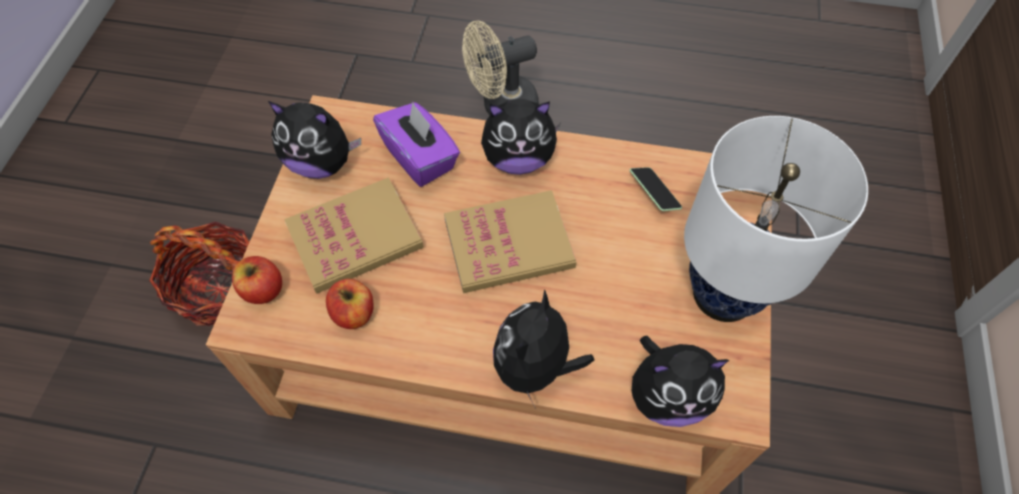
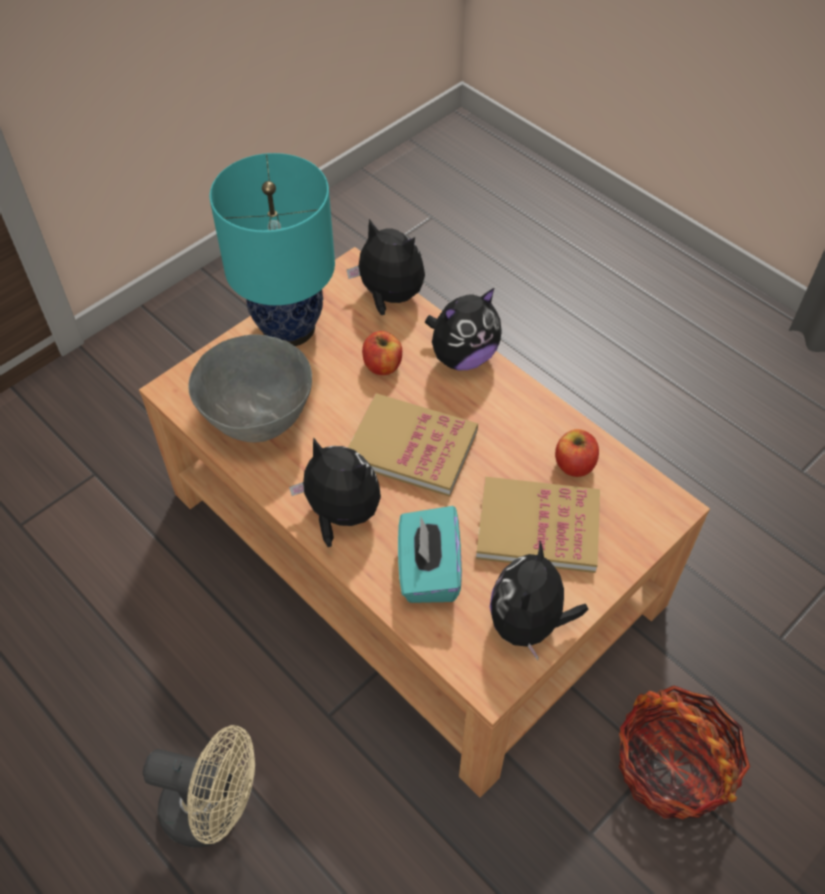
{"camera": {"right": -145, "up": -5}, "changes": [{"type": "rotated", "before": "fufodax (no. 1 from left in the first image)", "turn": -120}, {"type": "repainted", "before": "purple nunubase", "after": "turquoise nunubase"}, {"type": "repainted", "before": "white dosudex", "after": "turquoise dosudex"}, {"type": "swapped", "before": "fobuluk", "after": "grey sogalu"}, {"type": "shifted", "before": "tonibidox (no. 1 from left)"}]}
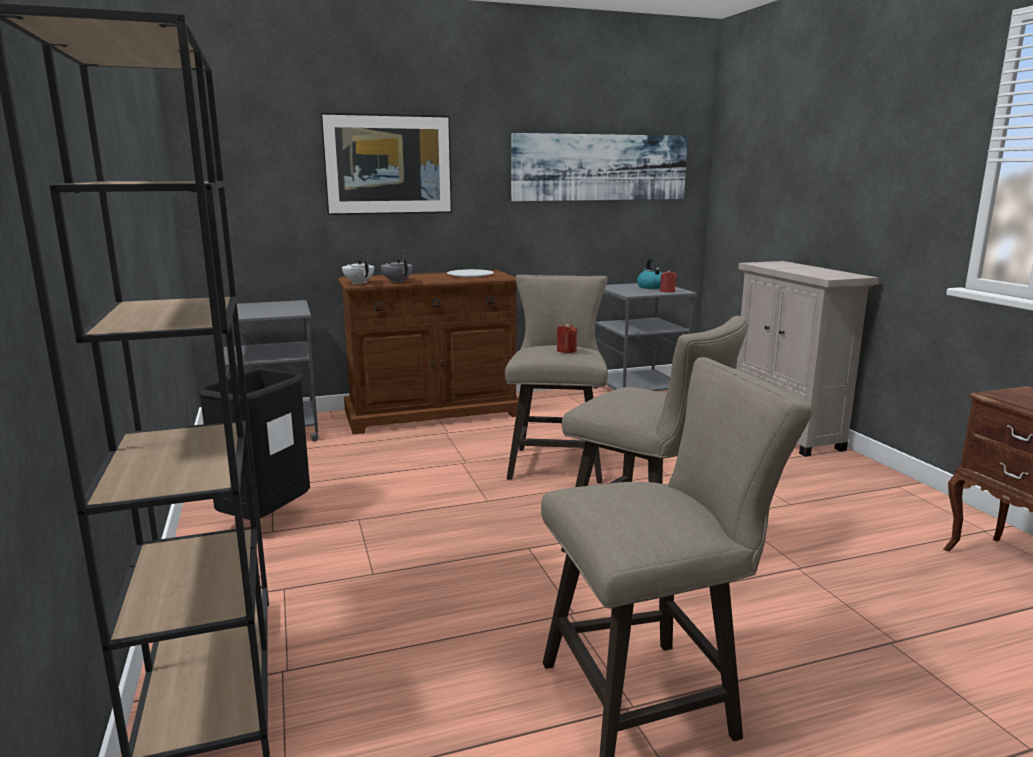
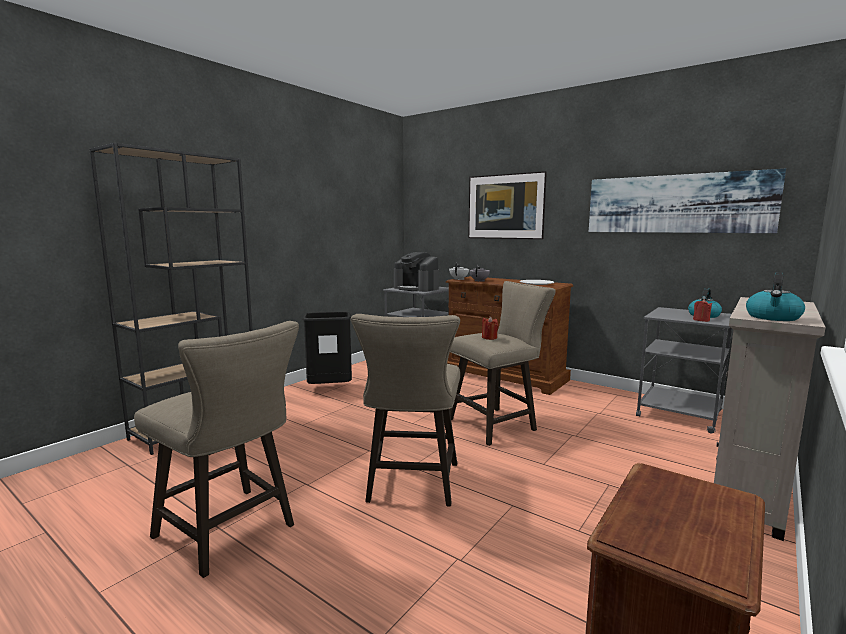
{"camera": {"right": 55, "up": -5}, "changes": [{"type": "new", "after": "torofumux"}, {"type": "new", "after": "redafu (no. 2 from left)"}]}
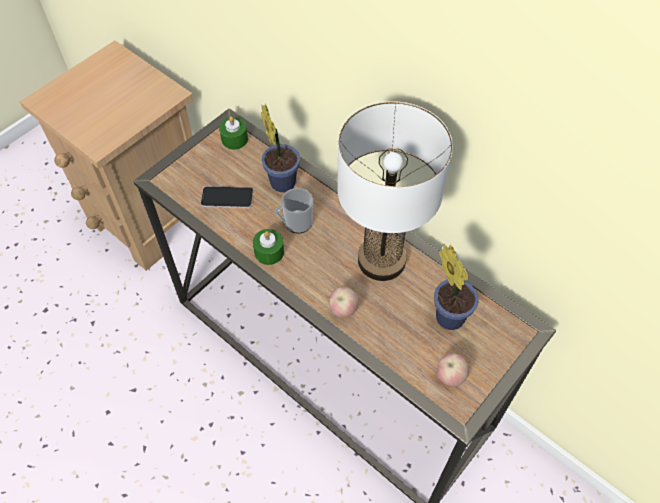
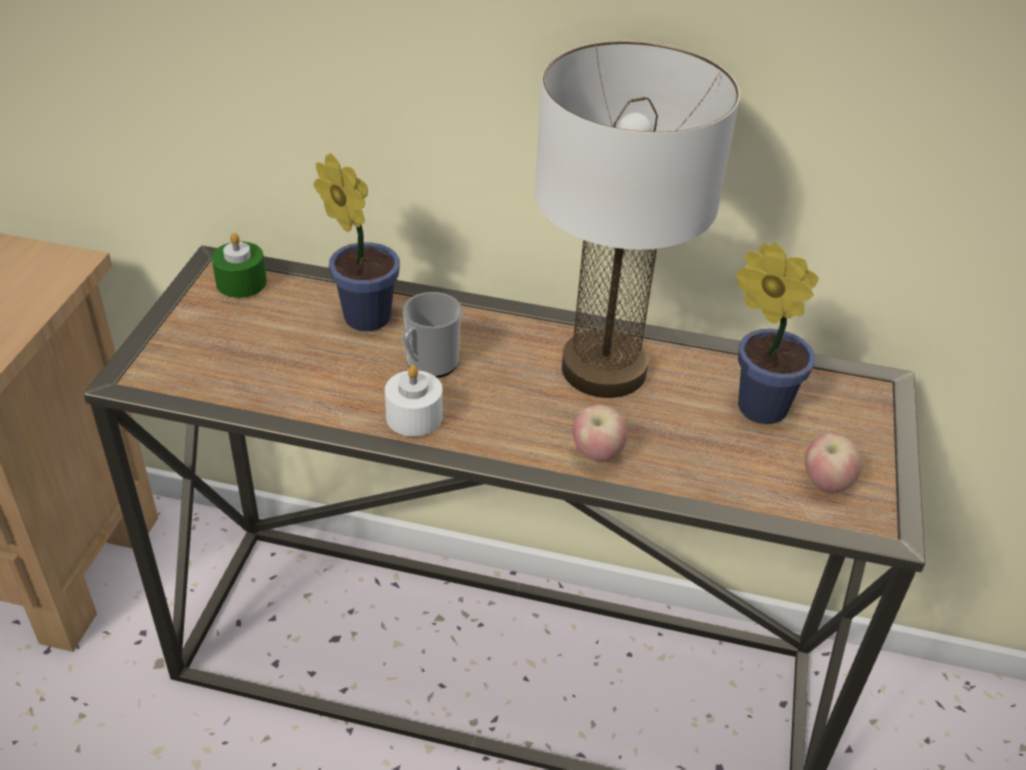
{"camera": {"right": -30, "up": -15}, "changes": [{"type": "gone", "before": "fobuluk"}, {"type": "repainted", "before": "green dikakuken (no. 2 from left)", "after": "white dikakuken"}]}
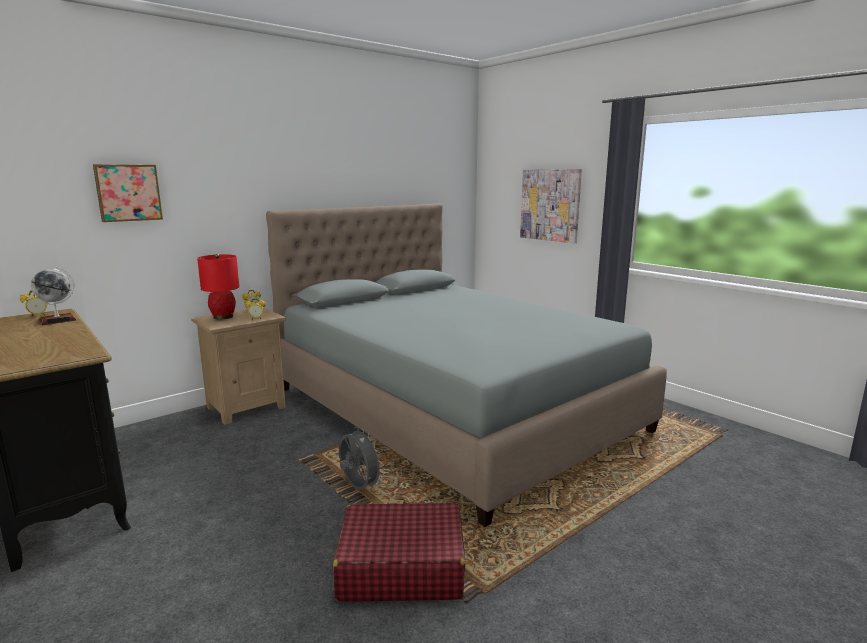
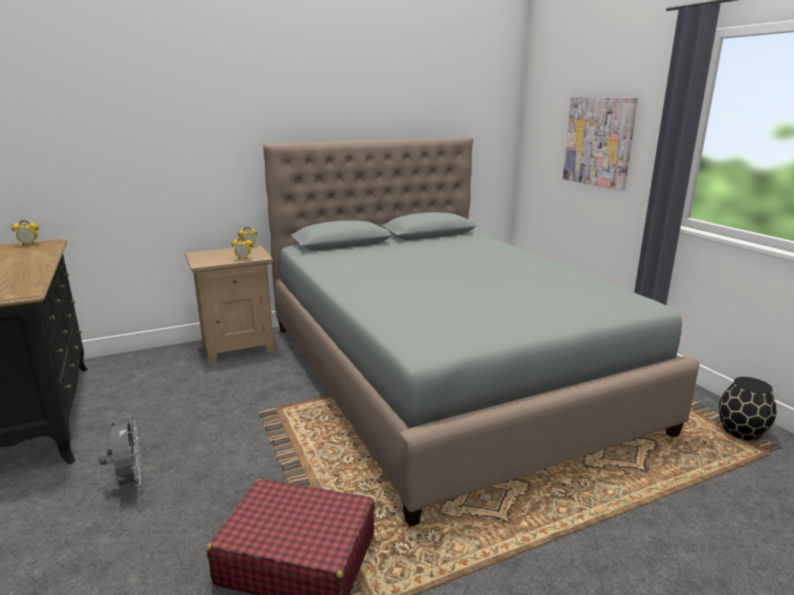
{"camera": {"right": 15, "up": 5}, "changes": [{"type": "gone", "before": "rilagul (no. 1 from left)"}, {"type": "gone", "before": "red dosudex"}, {"type": "gone", "before": "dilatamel"}, {"type": "shifted", "before": "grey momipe"}, {"type": "new", "after": "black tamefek"}]}
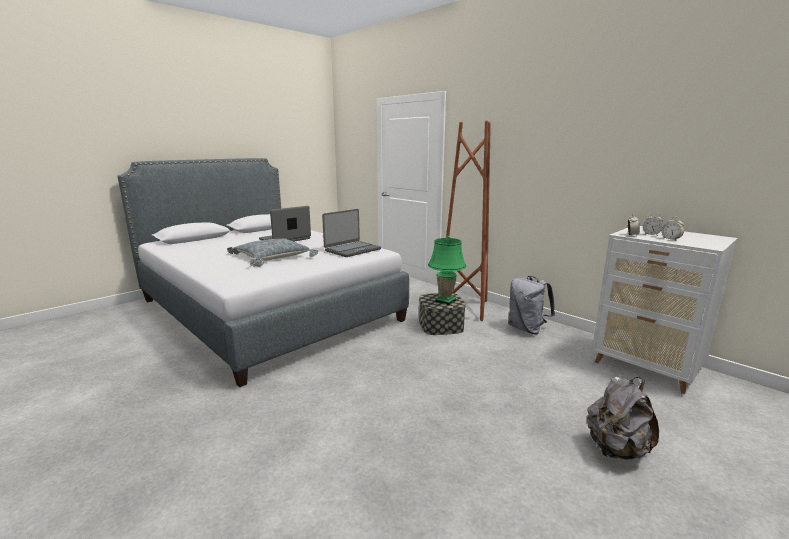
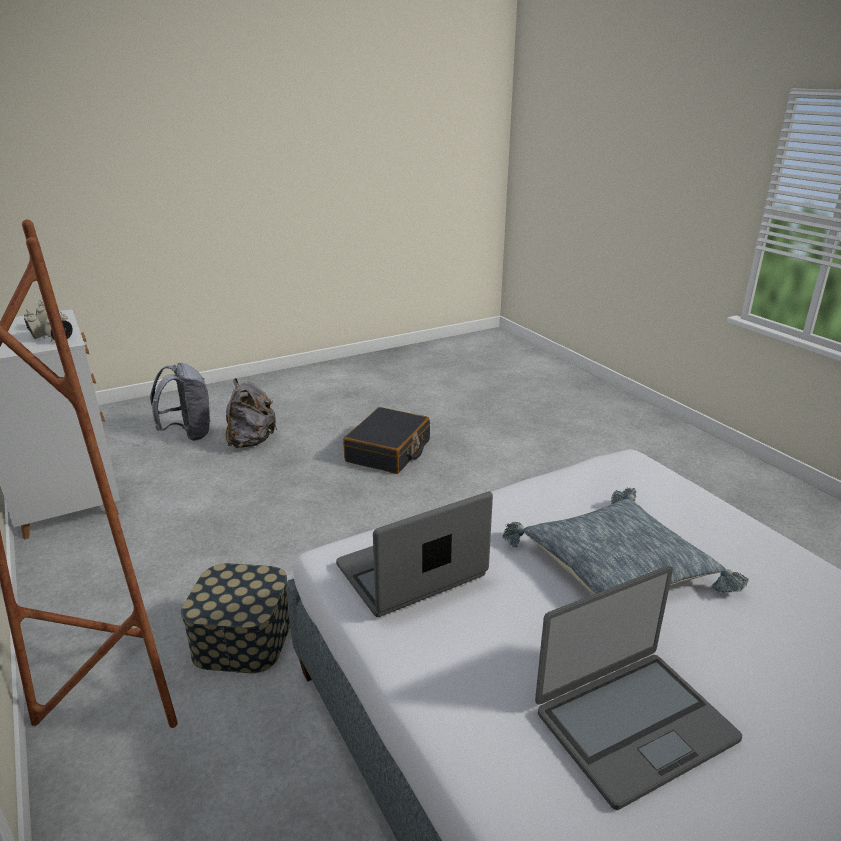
{"camera": {"right": -165, "up": 10}, "changes": [{"type": "gone", "before": "green dosudex"}, {"type": "shifted", "before": "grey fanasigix (no. 1 from left)"}, {"type": "new", "after": "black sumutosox"}]}
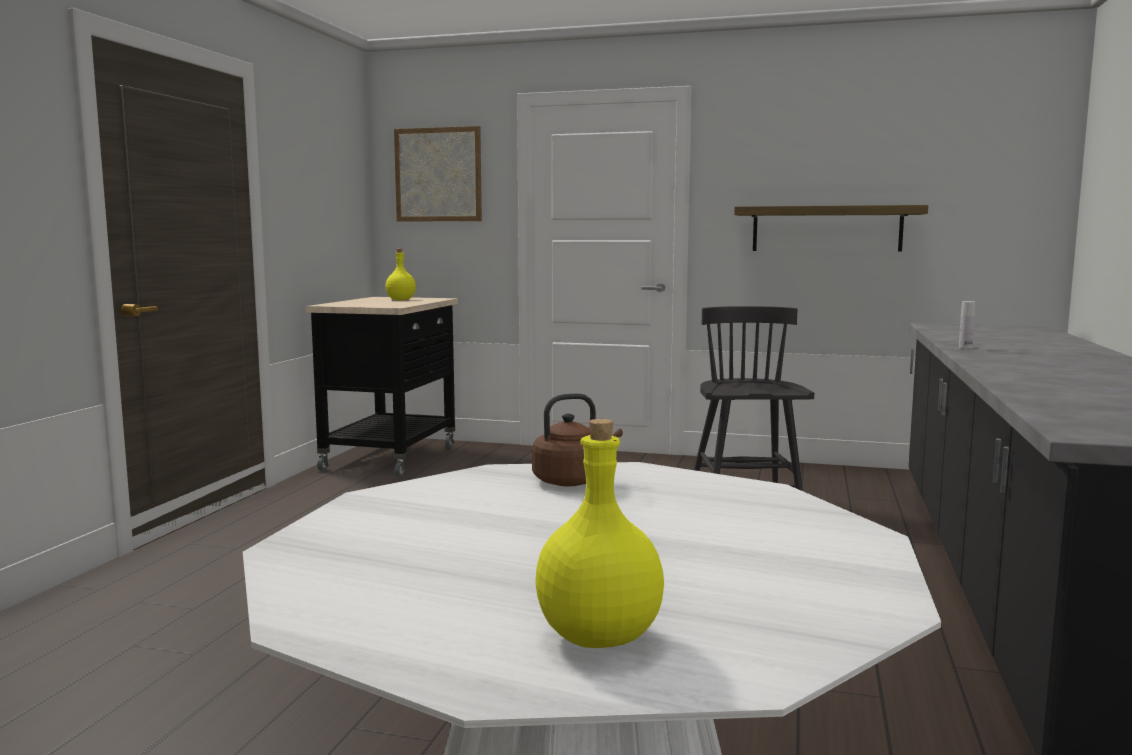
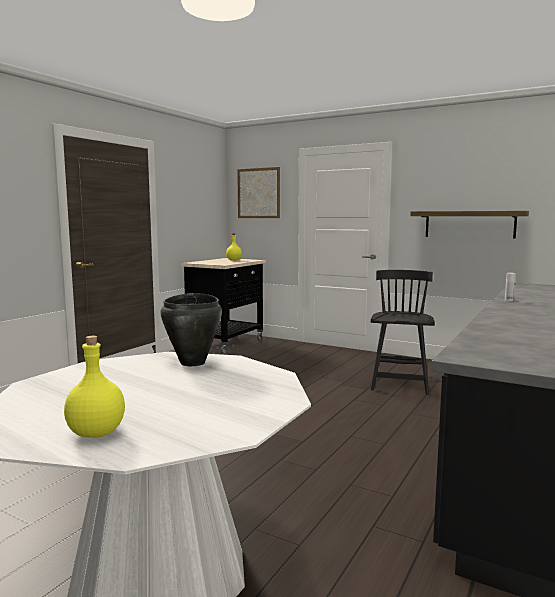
{"camera": {"right": 15, "up": 0}, "changes": [{"type": "swapped", "before": "brown redafu", "after": "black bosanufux"}]}
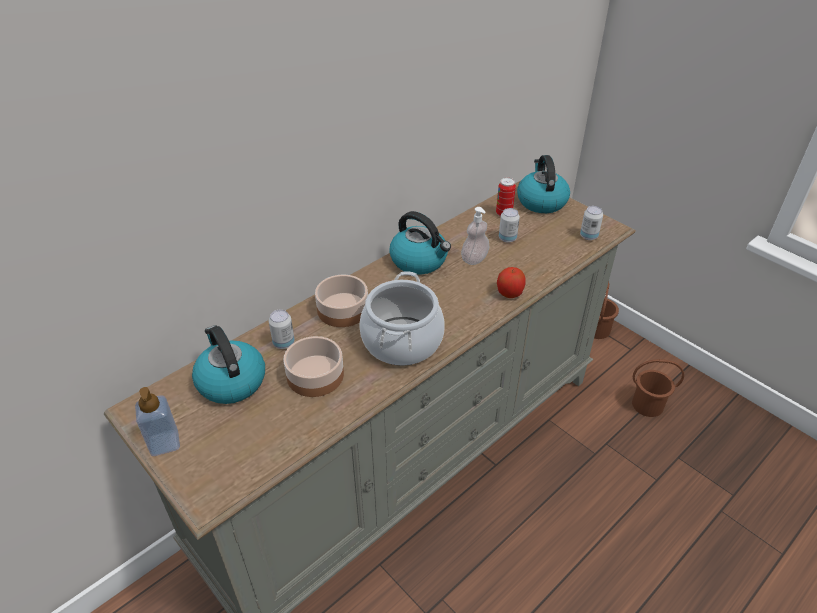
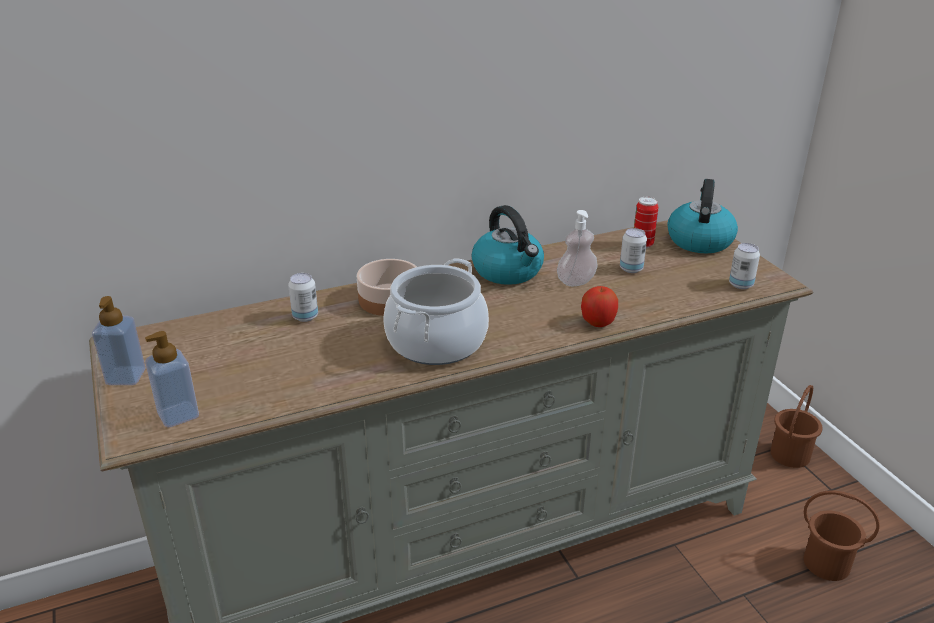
{"camera": {"right": 20, "up": -10}, "changes": [{"type": "gone", "before": "redafu (no. 1 from left)"}, {"type": "gone", "before": "sogalu (no. 1 from left)"}, {"type": "new", "after": "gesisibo (no. 2 from left)"}]}
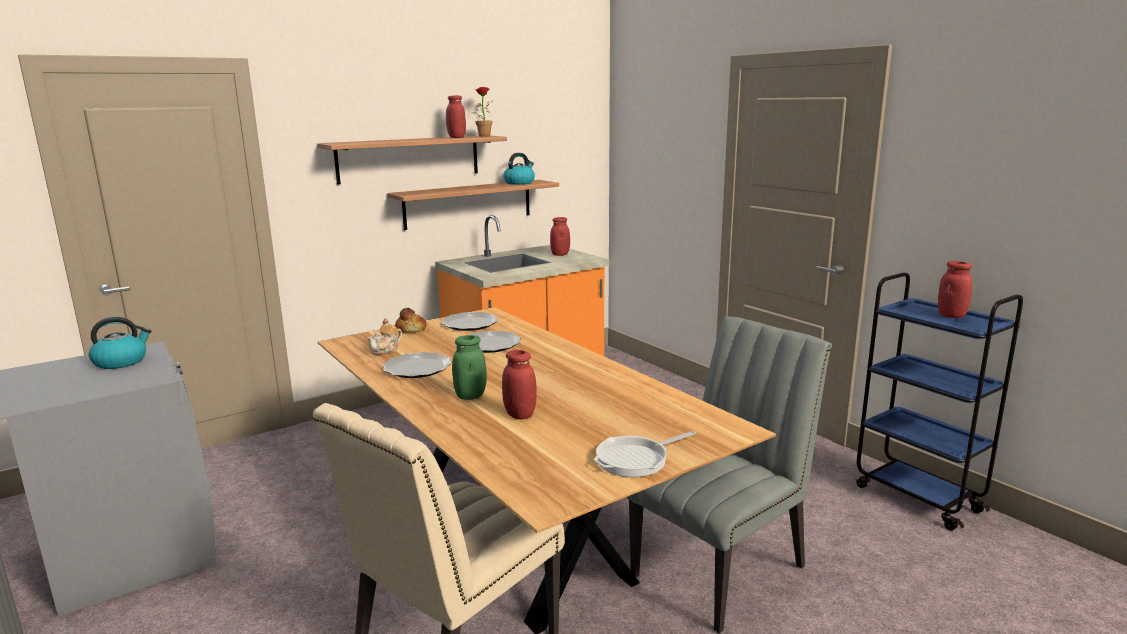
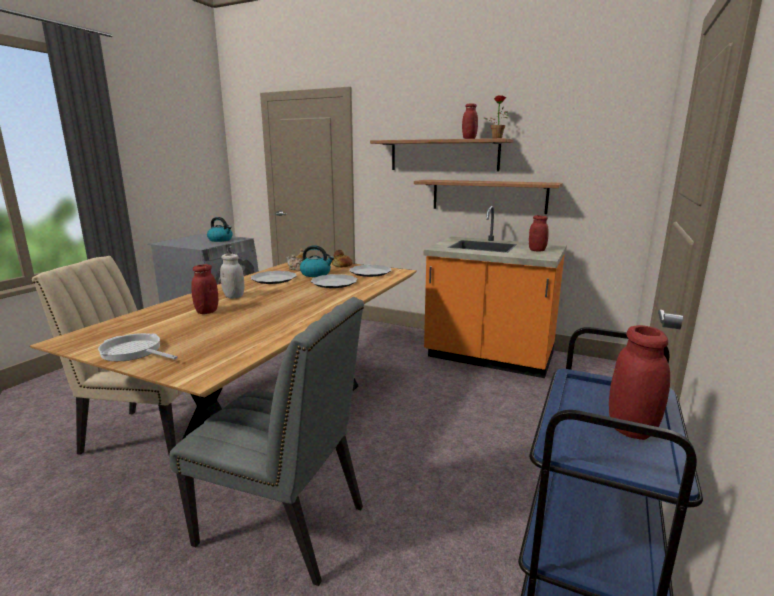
{"camera": {"right": 60, "up": 0}, "changes": [{"type": "shifted", "before": "redafu (no. 2 from left)"}, {"type": "repainted", "before": "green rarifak", "after": "white rarifak"}]}
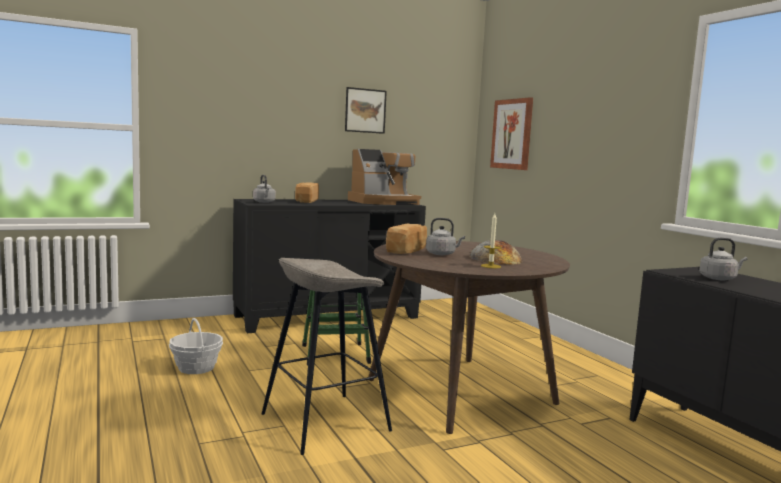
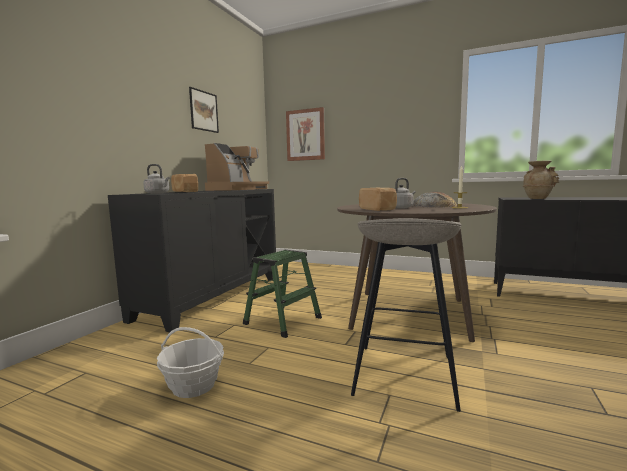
{"camera": {"right": -40, "up": 0}, "changes": [{"type": "swapped", "before": "grey redafu (no. 3 from left)", "after": "beige tamefek"}]}
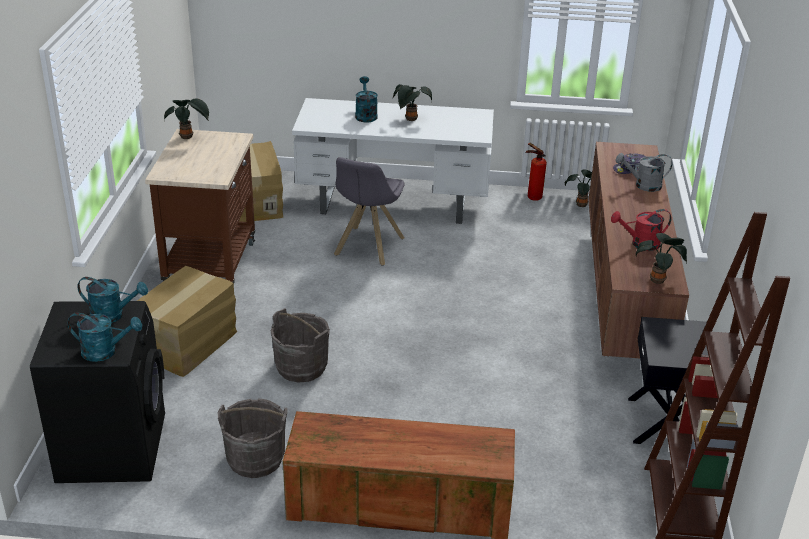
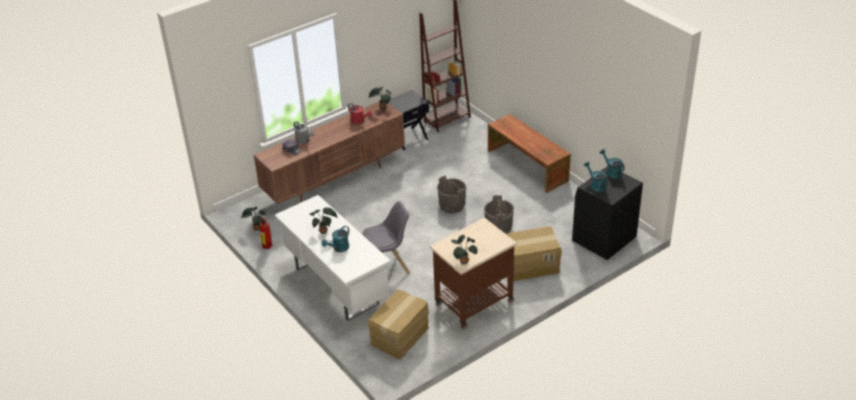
{"camera": {"right": -130, "up": 5}, "changes": [{"type": "shifted", "before": "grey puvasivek (no. 1 from left)"}]}
